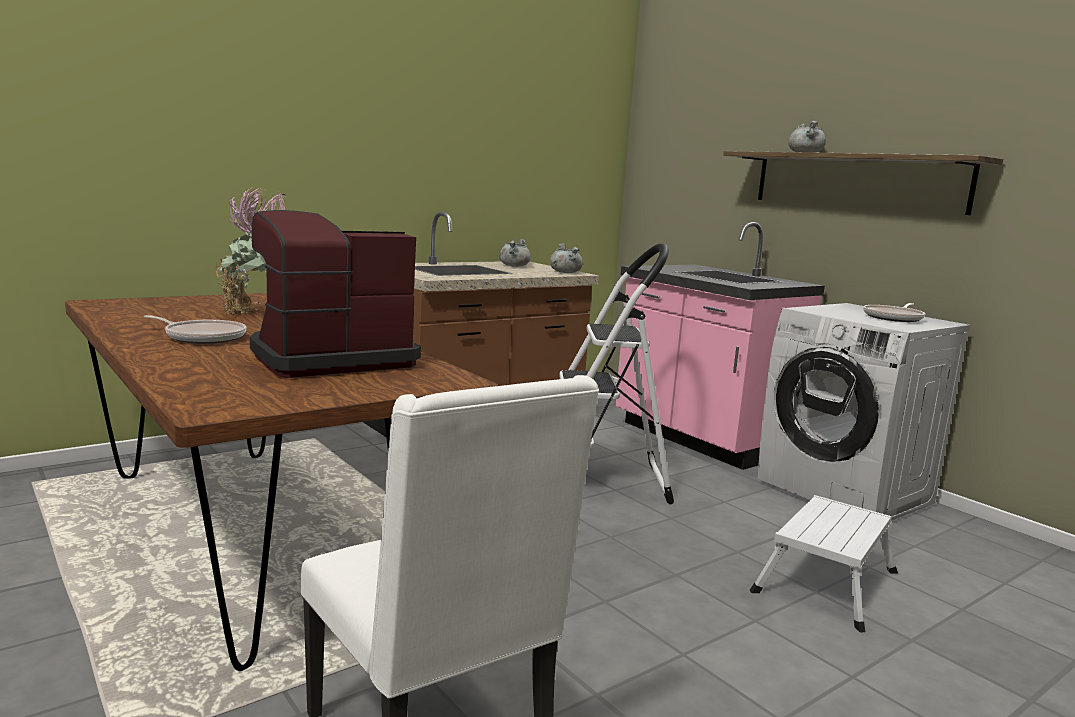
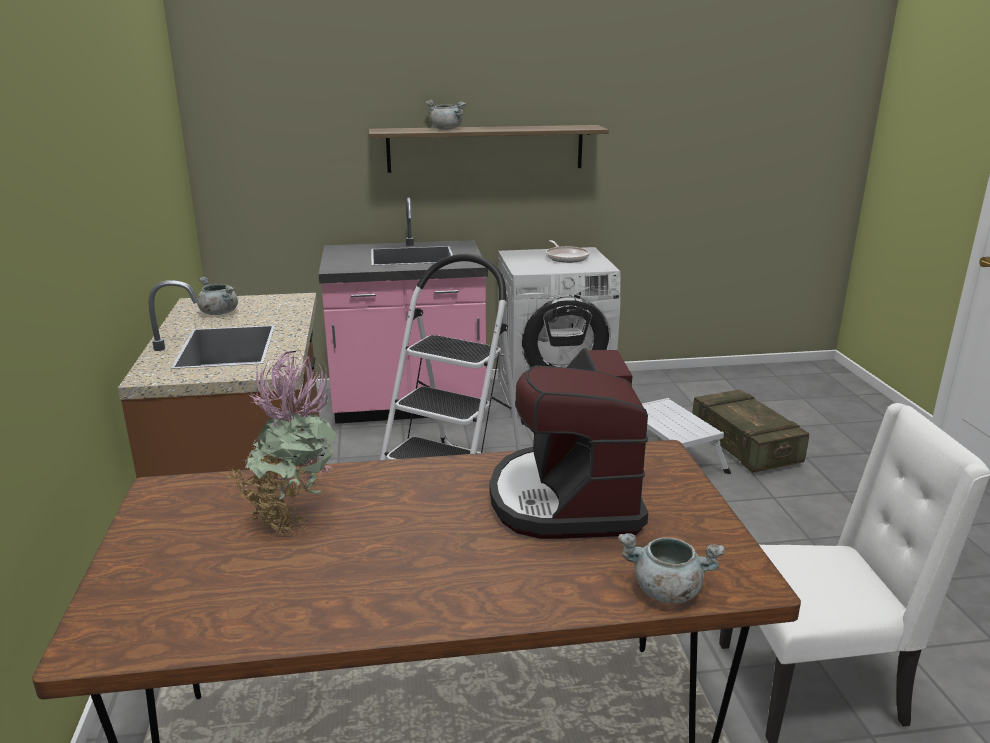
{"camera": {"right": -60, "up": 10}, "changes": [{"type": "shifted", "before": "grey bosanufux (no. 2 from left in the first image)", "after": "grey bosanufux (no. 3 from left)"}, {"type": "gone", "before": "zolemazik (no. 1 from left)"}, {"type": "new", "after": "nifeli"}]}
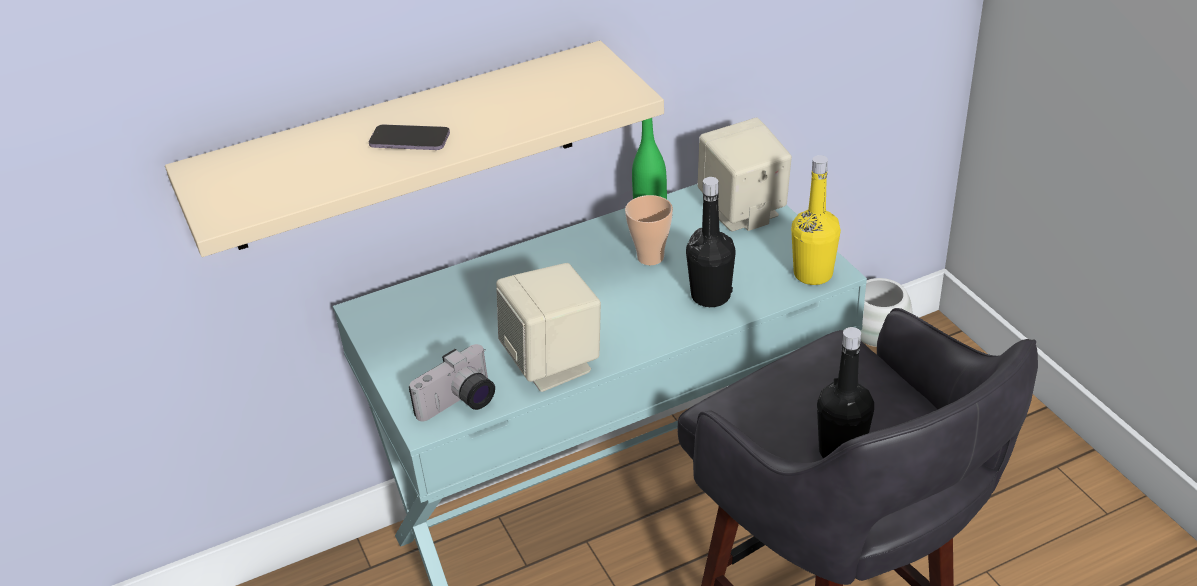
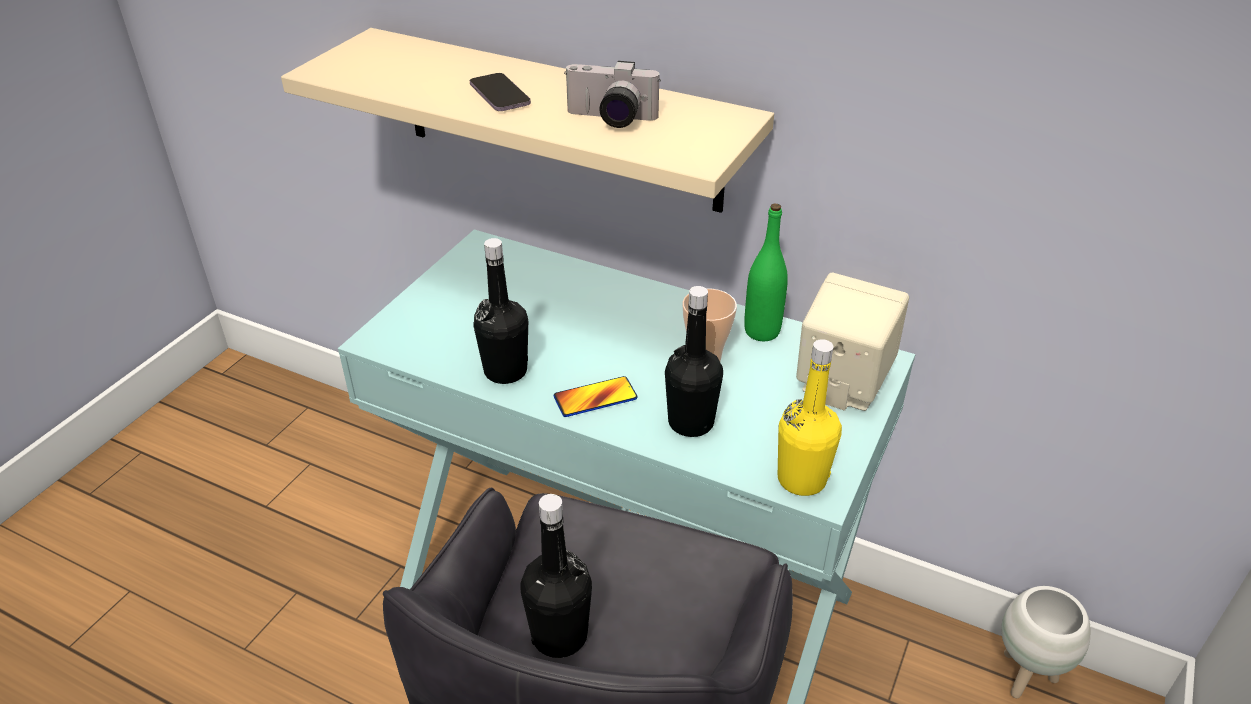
{"camera": {"right": 50, "up": 0}, "changes": [{"type": "swapped", "before": "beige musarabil (no. 1 from left)", "after": "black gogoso (no. 1 from left)"}, {"type": "shifted", "before": "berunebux"}, {"type": "new", "after": "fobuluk (no. 2 from left)"}]}
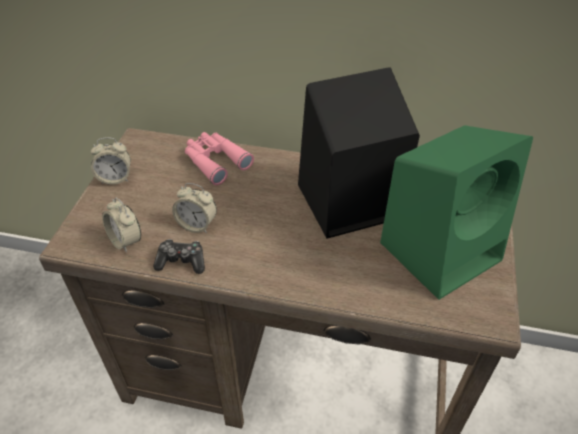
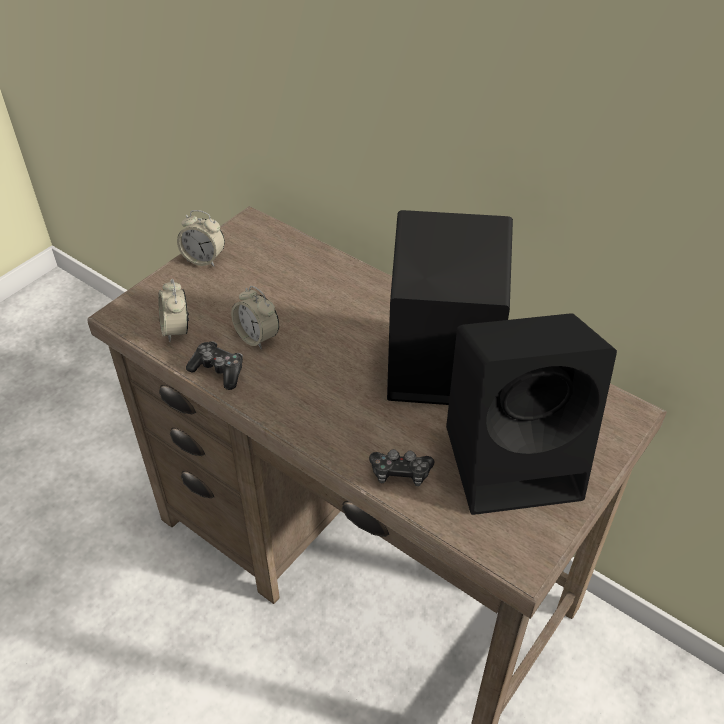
{"camera": {"right": 25, "up": 0}, "changes": [{"type": "repainted", "before": "green musarabil", "after": "black musarabil (no. 2 from left)"}, {"type": "gone", "before": "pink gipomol"}, {"type": "new", "after": "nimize (no. 2 from left)"}]}
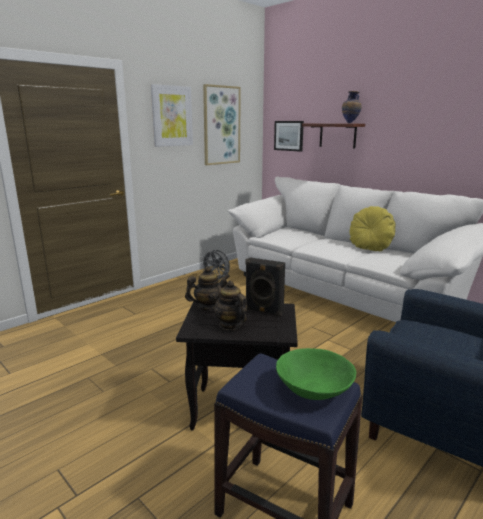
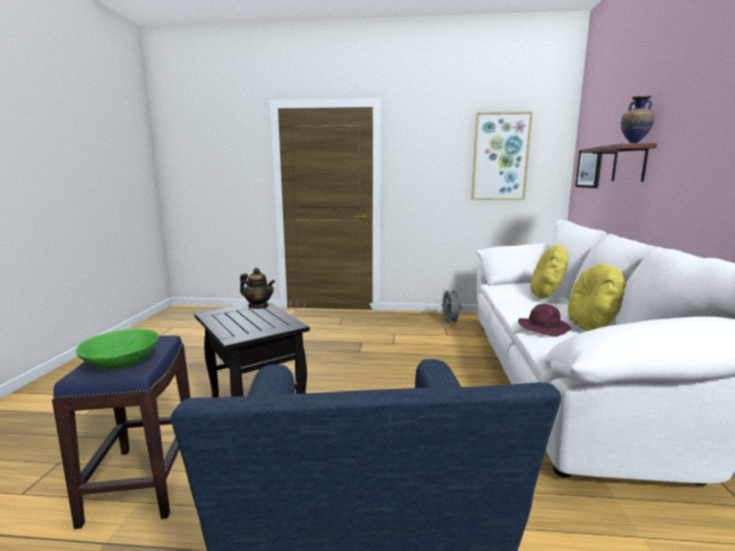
{"camera": {"right": 50, "up": -5}, "changes": [{"type": "gone", "before": "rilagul (no. 1 from left)"}, {"type": "gone", "before": "black musarabil"}, {"type": "gone", "before": "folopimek (no. 2 from left)"}, {"type": "new", "after": "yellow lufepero (no. 1 from left)"}, {"type": "new", "after": "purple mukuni"}]}
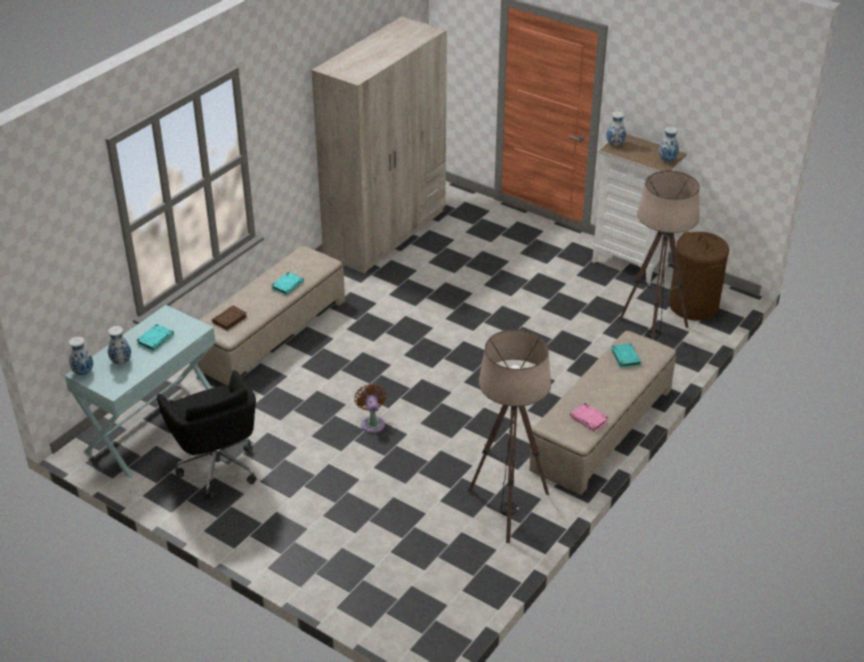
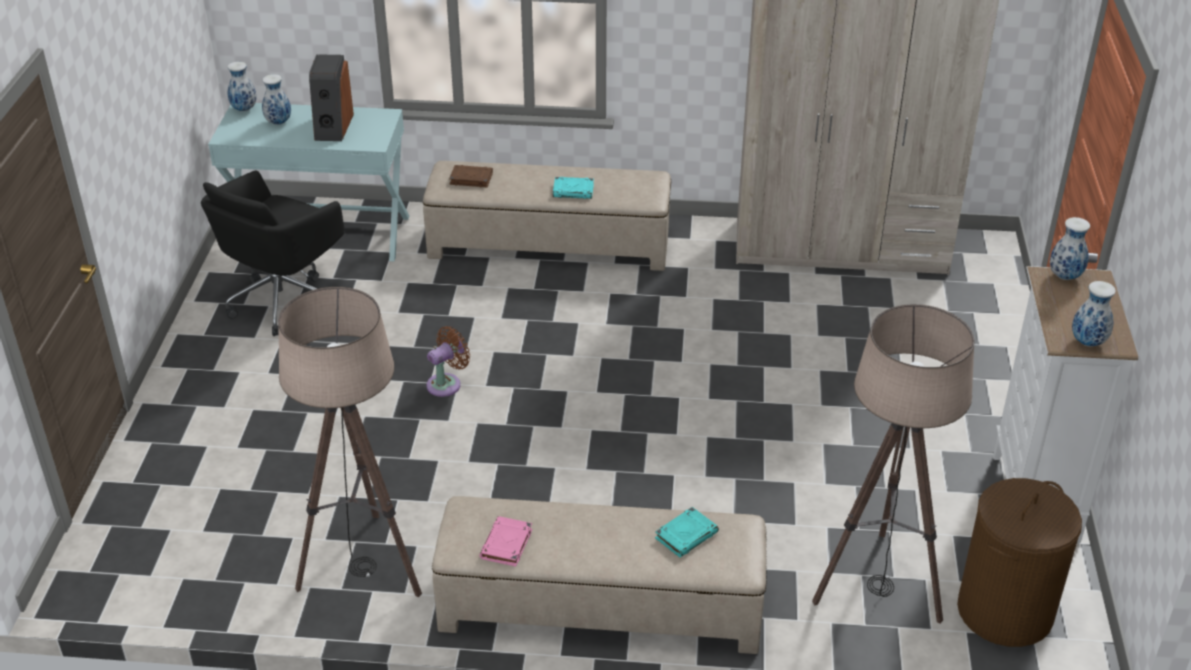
{"camera": {"right": 60, "up": 0}, "changes": [{"type": "swapped", "before": "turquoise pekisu (no. 1 from left)", "after": "musarabil"}]}
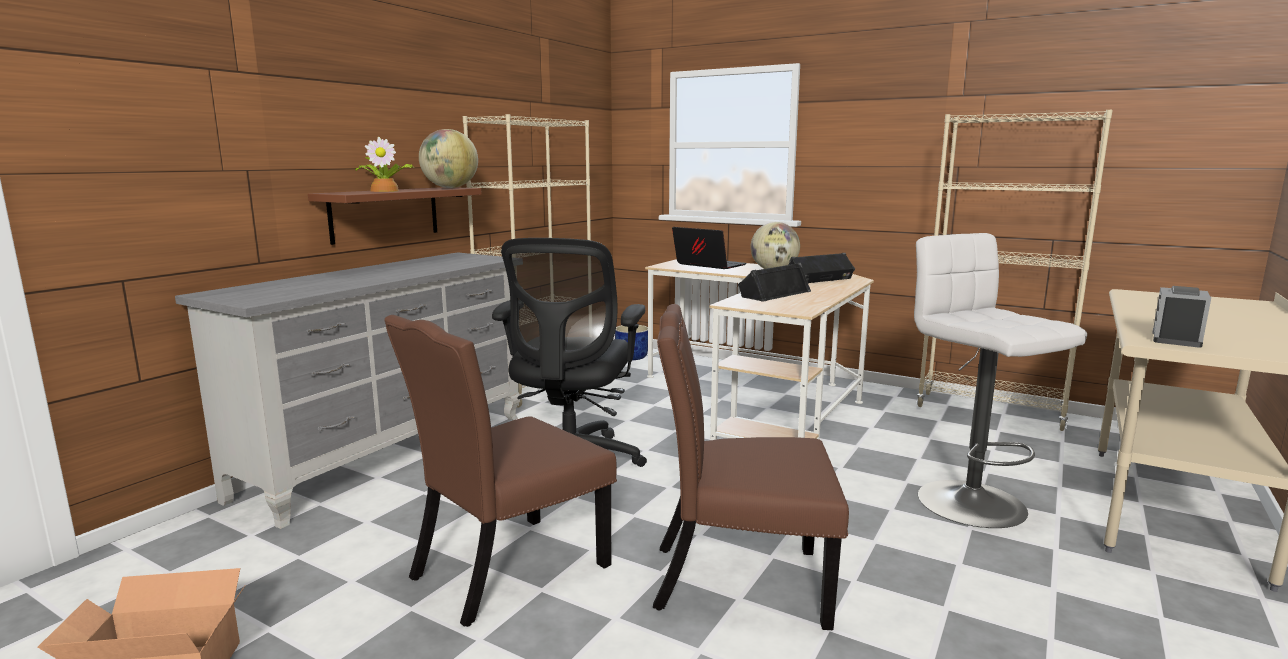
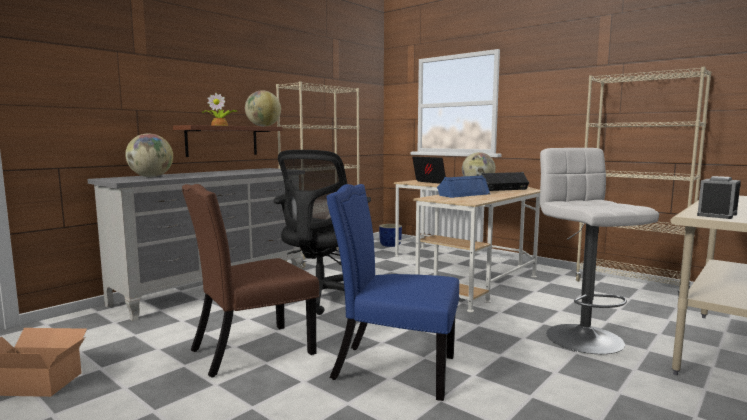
{"camera": {"right": 10, "up": -5}, "changes": [{"type": "repainted", "before": "black musarabil (no. 1 from left)", "after": "blue musarabil"}, {"type": "repainted", "before": "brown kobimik (no. 2 from left)", "after": "blue kobimik"}, {"type": "new", "after": "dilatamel (no. 1 from left)"}]}
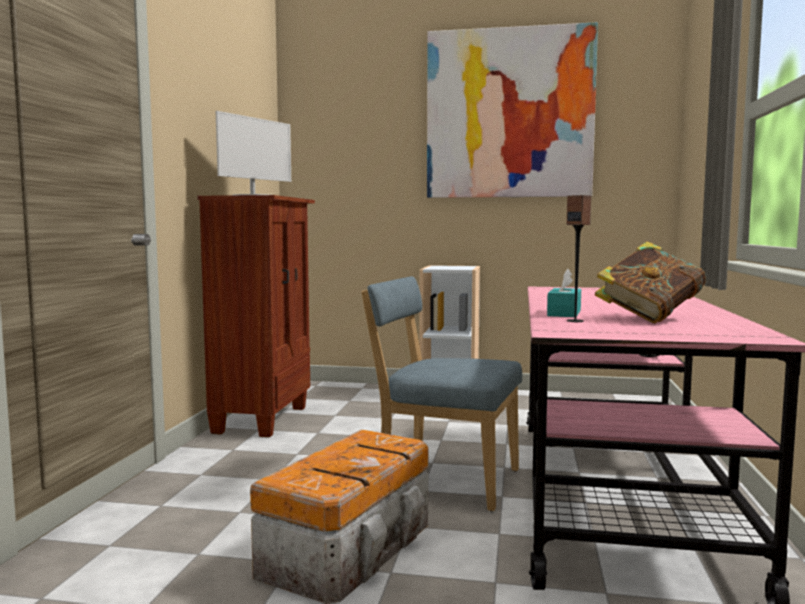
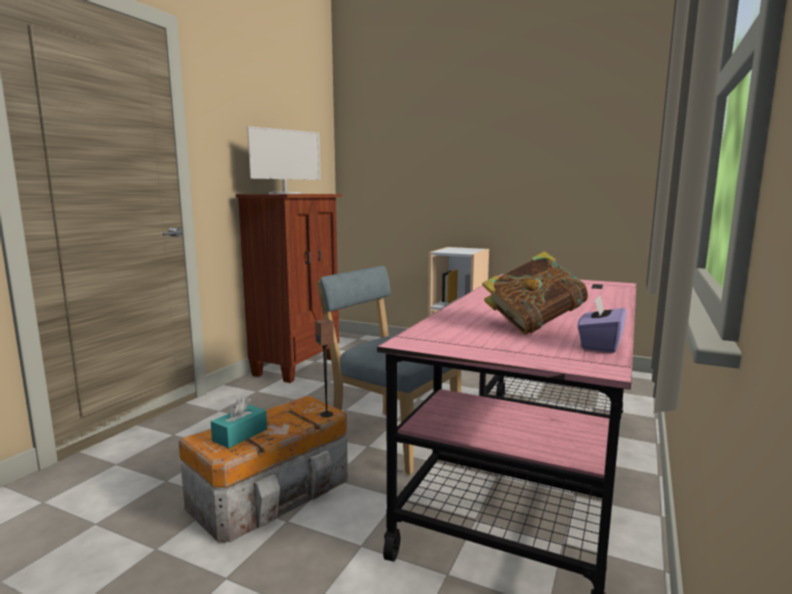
{"camera": {"right": 15, "up": 5}, "changes": [{"type": "gone", "before": "rilagul"}, {"type": "shifted", "before": "musarabil"}, {"type": "shifted", "before": "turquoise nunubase"}, {"type": "new", "after": "purple nunubase"}]}
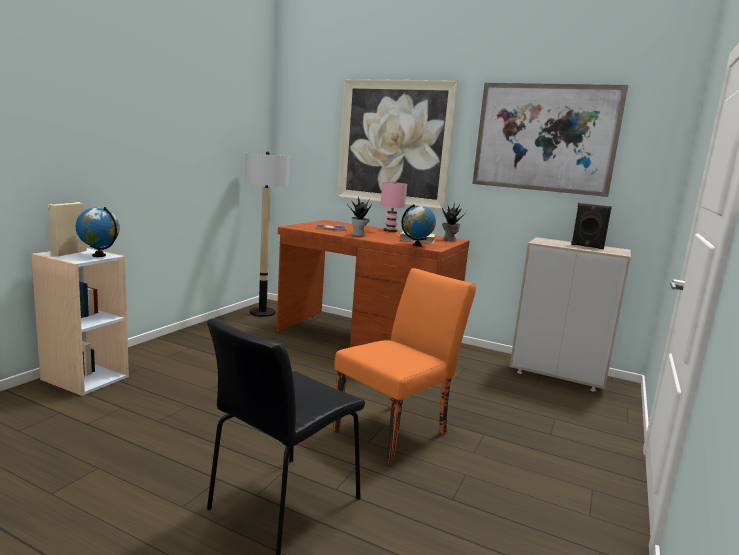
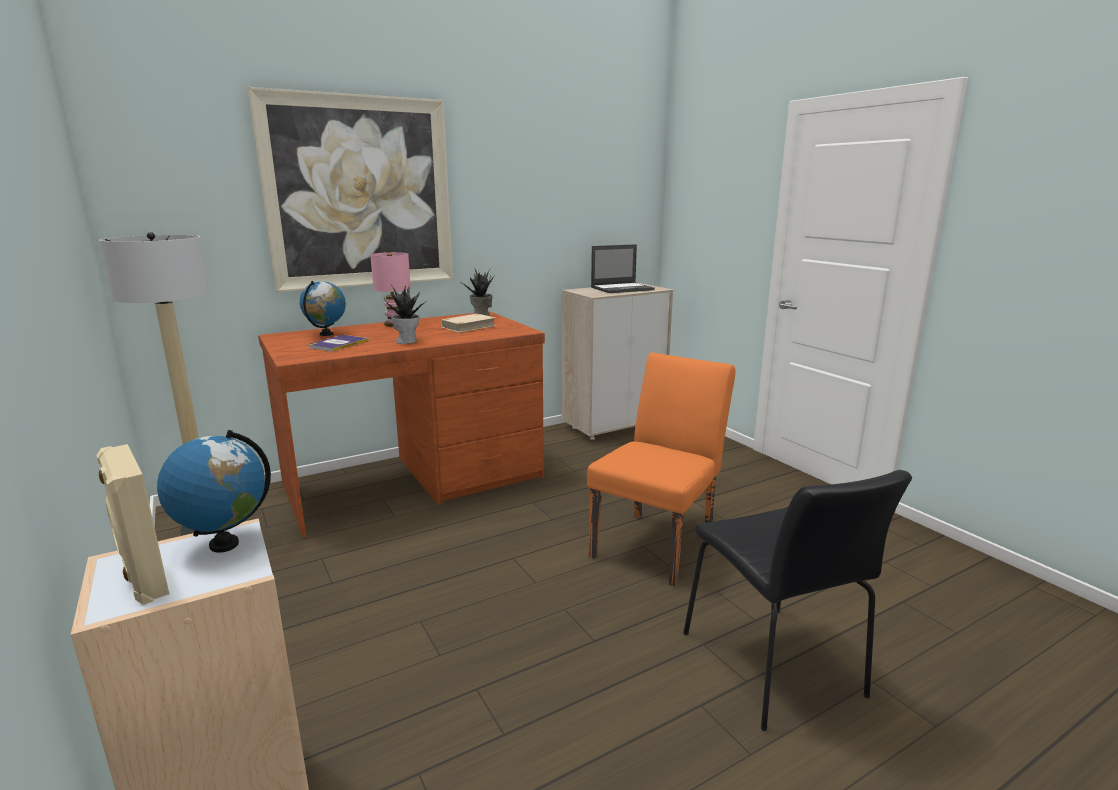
{"camera": {"right": -55, "up": 5}, "changes": [{"type": "gone", "before": "rilagul (no. 2 from left)"}, {"type": "swapped", "before": "black musarabil", "after": "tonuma"}, {"type": "shifted", "before": "dilatamel (no. 2 from left)"}, {"type": "rotated", "before": "orange kobimik", "turn": 45}]}
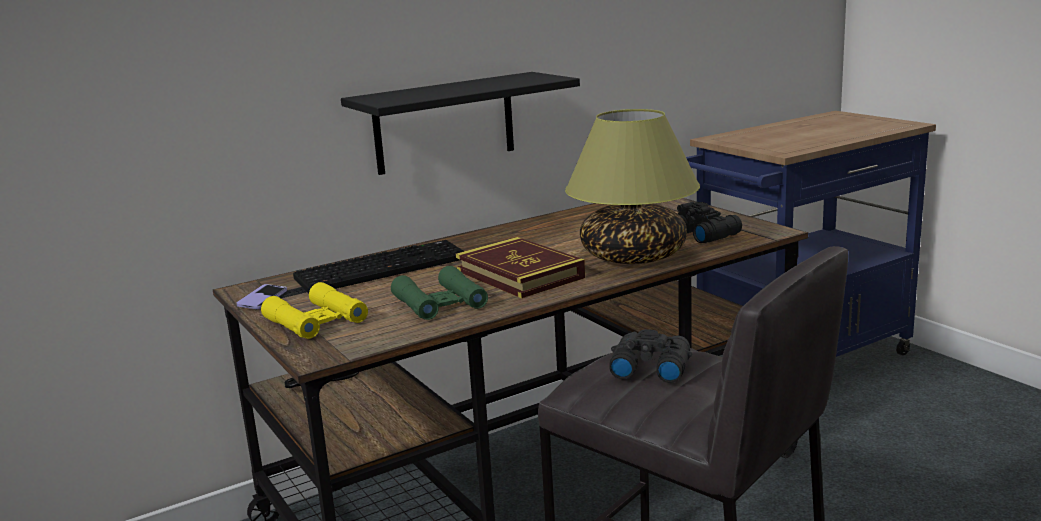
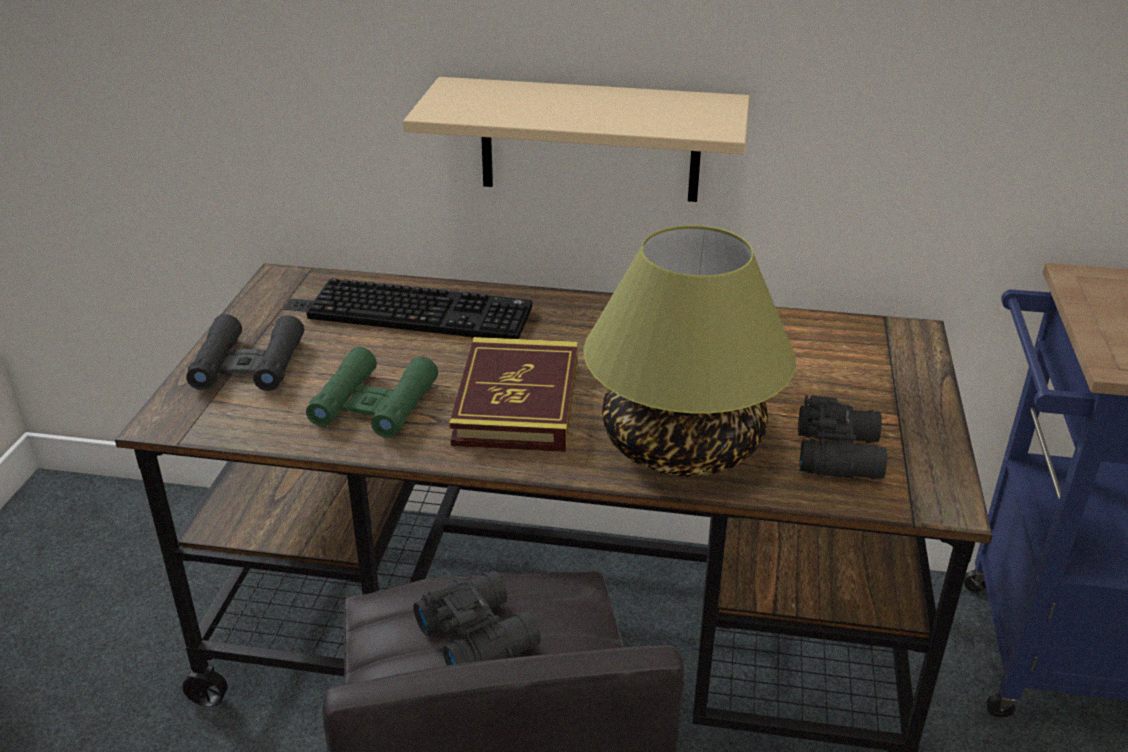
{"camera": {"right": 40, "up": 15}, "changes": [{"type": "repainted", "before": "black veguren", "after": "beige veguren"}, {"type": "repainted", "before": "yellow gipomol", "after": "black gipomol (no. 1 from left)"}, {"type": "gone", "before": "fobuluk"}]}
